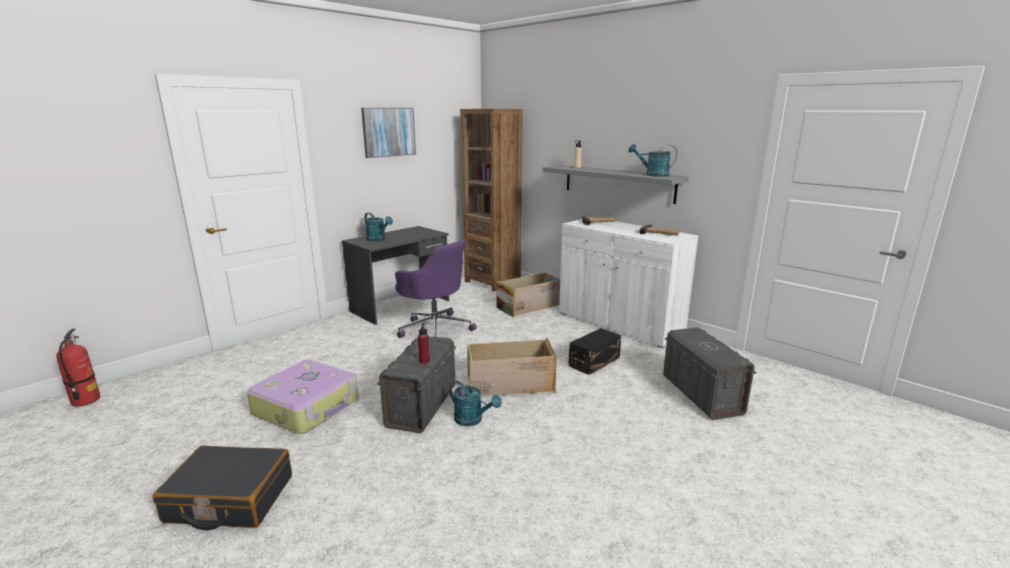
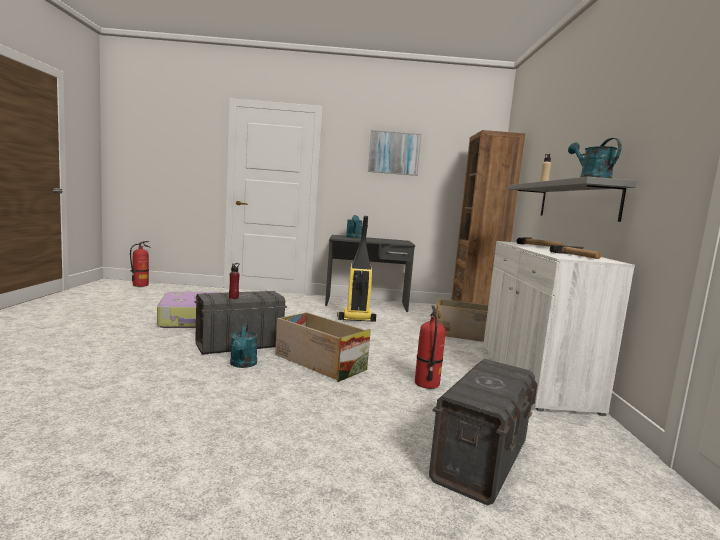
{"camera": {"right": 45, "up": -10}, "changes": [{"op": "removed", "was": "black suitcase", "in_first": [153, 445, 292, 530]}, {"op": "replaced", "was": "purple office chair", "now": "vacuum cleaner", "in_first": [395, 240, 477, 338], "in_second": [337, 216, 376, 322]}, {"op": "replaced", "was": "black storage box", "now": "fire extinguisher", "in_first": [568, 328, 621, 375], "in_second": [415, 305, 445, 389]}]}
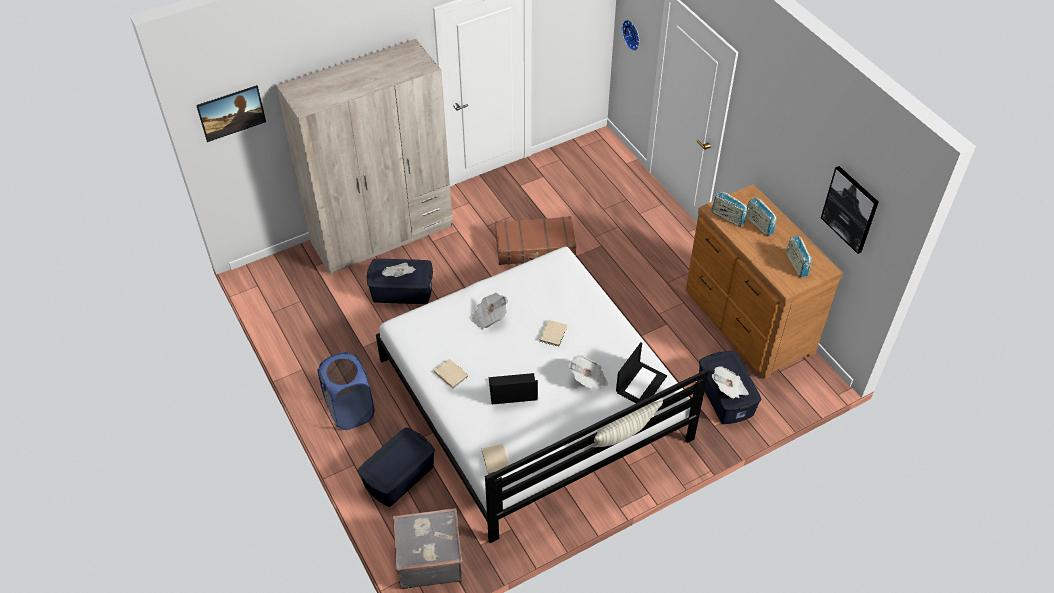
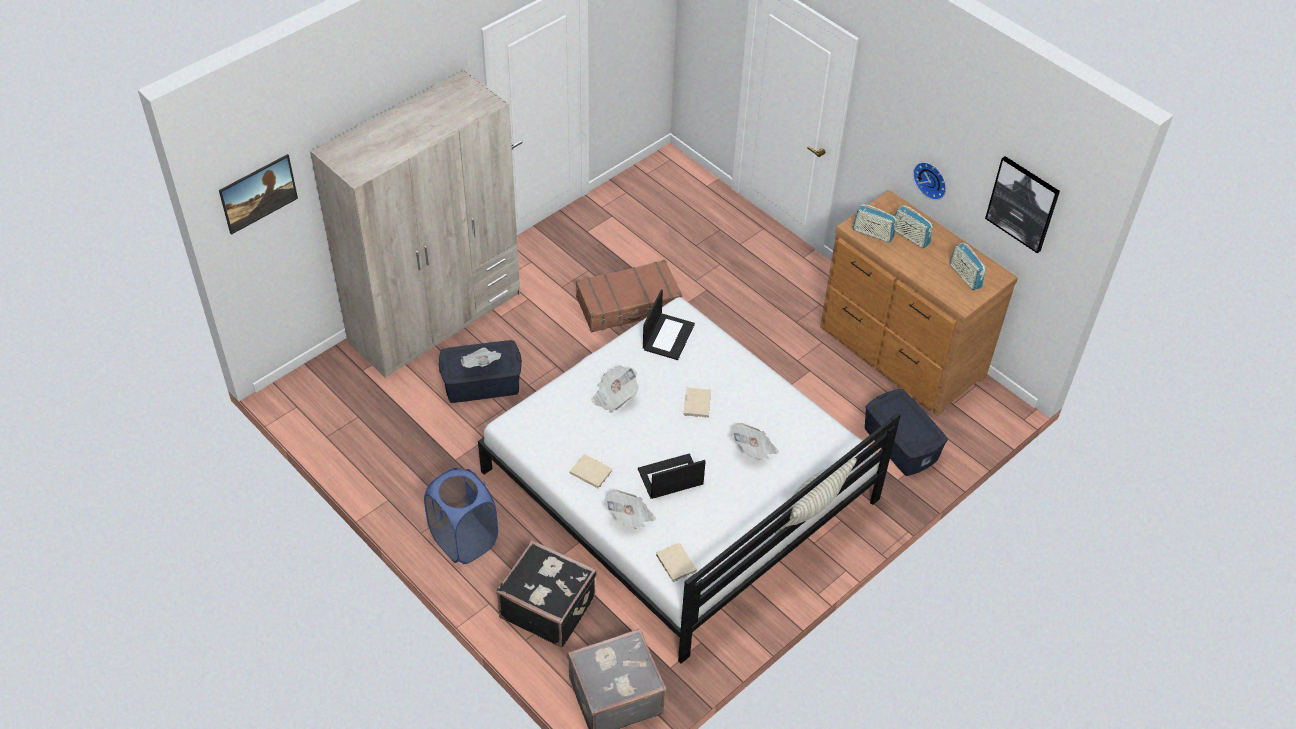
{"camera": {"right": -15, "up": 0}, "changes": [{"op": "replaced", "was": "blue storage box", "now": "black suitcase", "in_first": [358, 428, 435, 507], "in_second": [496, 540, 597, 647]}, {"op": "moved", "was": "laptop", "in_first": [616, 342, 667, 403], "in_second": [643, 290, 695, 360]}, {"op": "moved", "was": "wall clock", "in_first": [622, 20, 640, 51], "in_second": [913, 162, 946, 200]}, {"op": "moved", "was": "newspaper", "in_first": [712, 366, 749, 398], "in_second": [605, 489, 656, 529]}]}
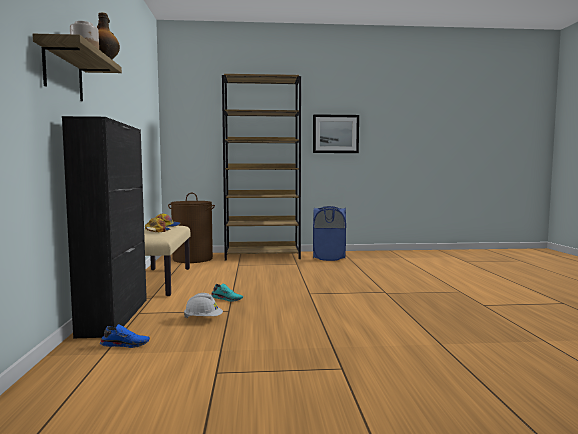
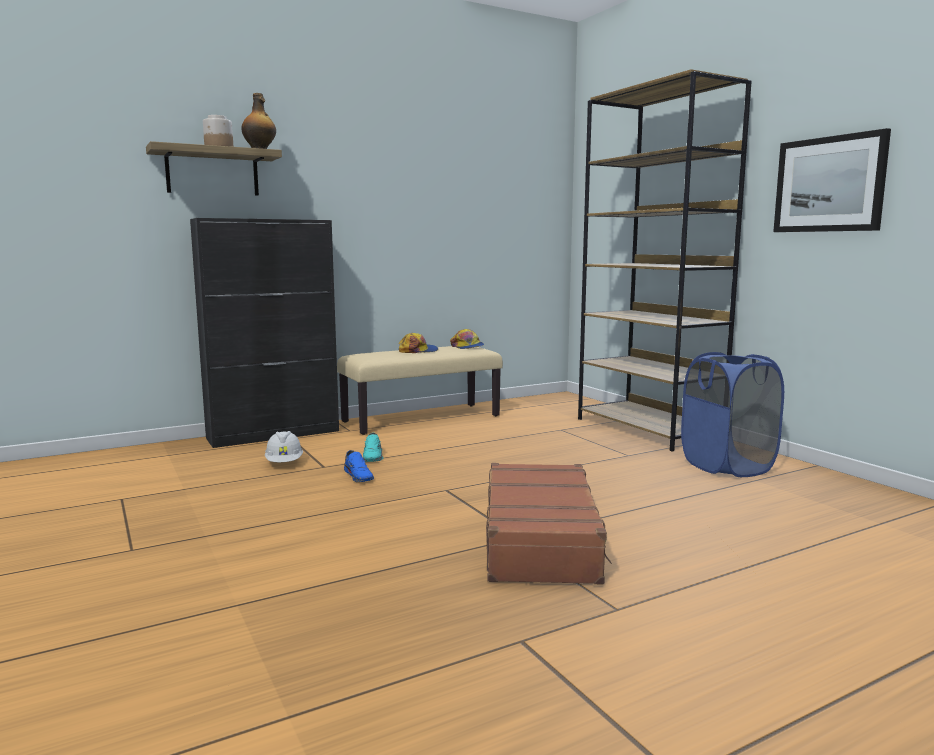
{"camera": {"right": 65, "up": 5}, "changes": [{"op": "moved", "was": "blue shoe", "in_first": [100, 324, 150, 348], "in_second": [344, 450, 374, 482]}, {"op": "removed", "was": "brown laundry basket", "in_first": [168, 193, 215, 263]}, {"op": "added", "now": "brown suitcase", "in_second": [486, 463, 612, 585]}]}
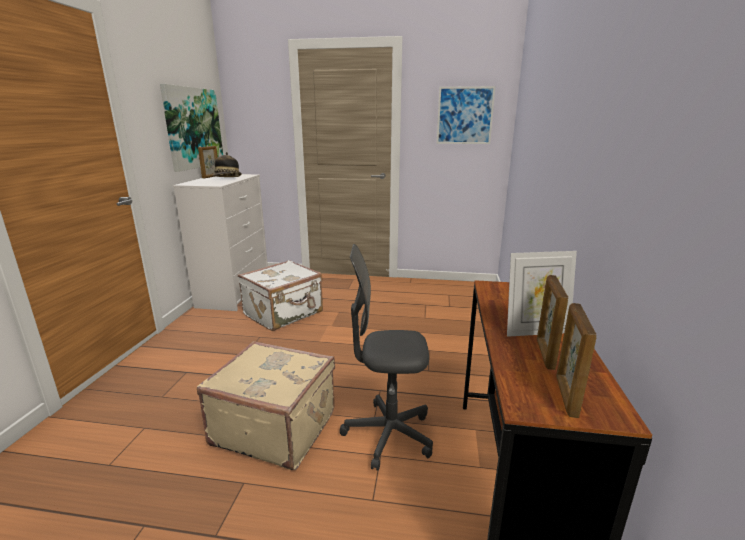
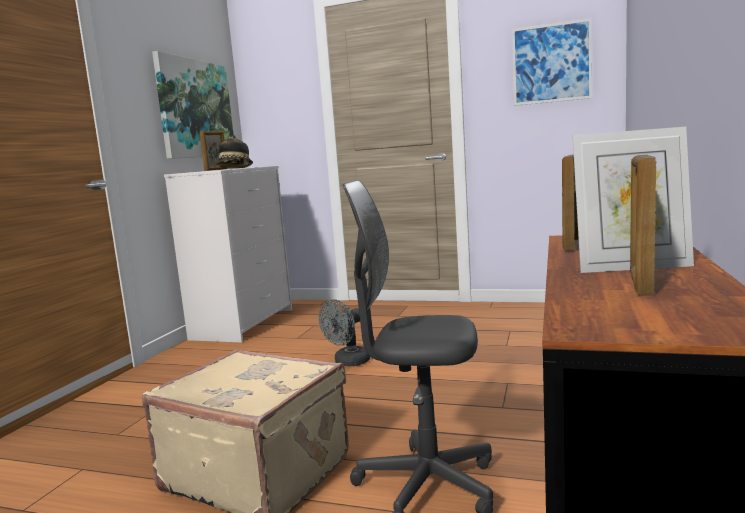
{"camera": {"right": 10, "up": -10}, "changes": [{"op": "removed", "was": "white suitcase", "in_first": [238, 260, 323, 331]}, {"op": "moved", "was": "picture frame", "in_first": [556, 303, 597, 418], "in_second": [562, 154, 579, 251]}, {"op": "added", "now": "grey fan", "in_second": [319, 299, 370, 366]}]}
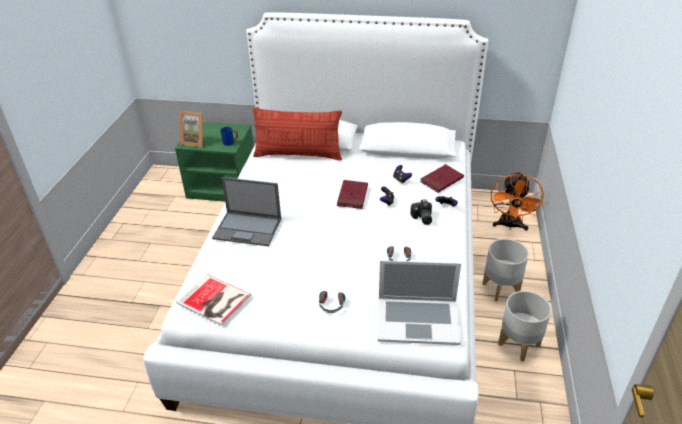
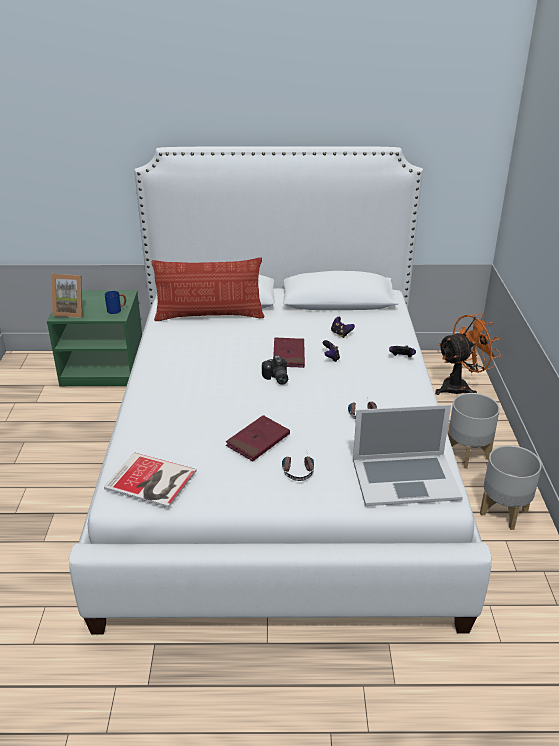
{"camera": {"right": -10, "up": -5}, "changes": [{"op": "removed", "was": "laptop", "in_first": [212, 177, 281, 246]}, {"op": "moved", "was": "photo camera", "in_first": [410, 199, 432, 225], "in_second": [262, 355, 288, 385]}, {"op": "moved", "was": "red book", "in_first": [420, 164, 464, 193], "in_second": [226, 415, 290, 461]}, {"op": "turned", "was": "orange fan", "in_first": [491, 171, 544, 231], "in_second": [435, 313, 501, 395], "clockwise": -120}]}
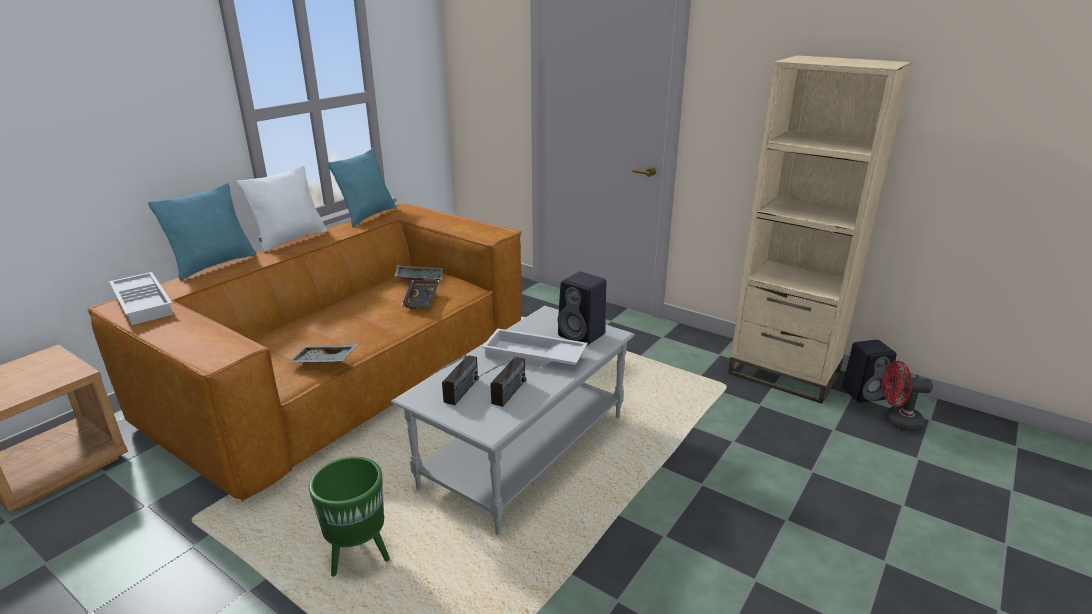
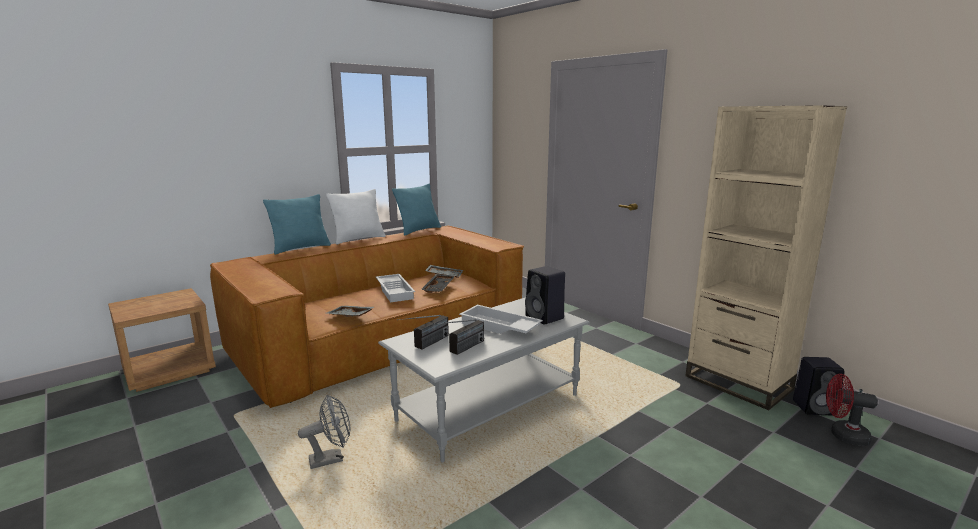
{"camera": {"right": 15, "up": -10}, "changes": [{"op": "moved", "was": "white tray", "in_first": [109, 272, 173, 325], "in_second": [376, 274, 415, 303]}, {"op": "replaced", "was": "green planter", "now": "grey fan", "in_first": [309, 457, 390, 577], "in_second": [298, 395, 350, 469]}]}
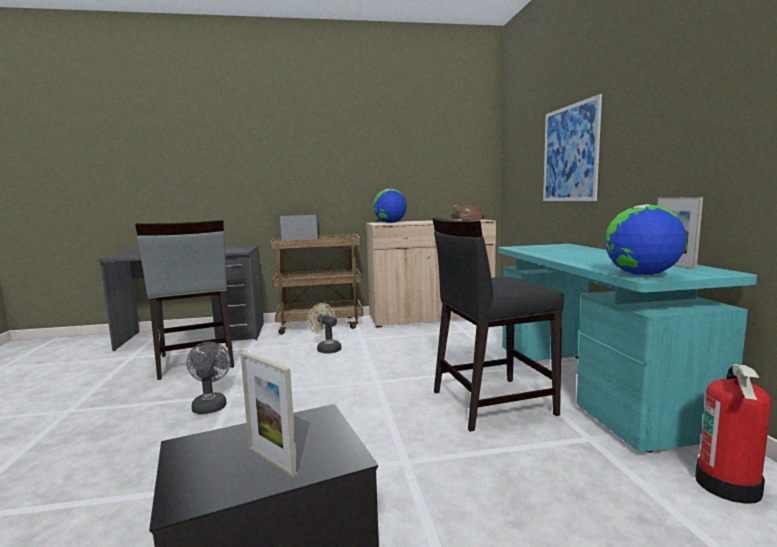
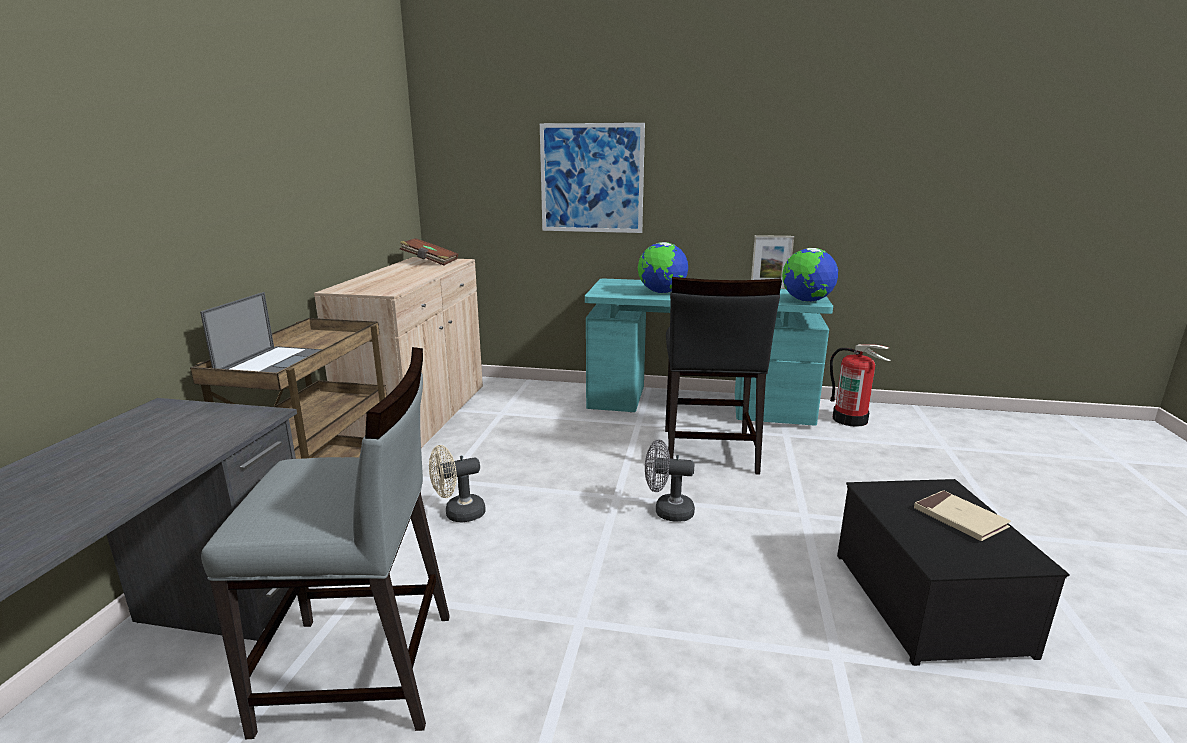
{"camera": {"right": -70, "up": 10}, "changes": [{"op": "moved", "was": "grey fan", "in_first": [187, 342, 231, 414], "in_second": [645, 439, 695, 522]}, {"op": "replaced", "was": "picture frame", "now": "beige book", "in_first": [240, 352, 297, 477], "in_second": [914, 490, 1011, 541]}, {"op": "moved", "was": "globe", "in_first": [373, 189, 407, 223], "in_second": [638, 242, 688, 293]}]}
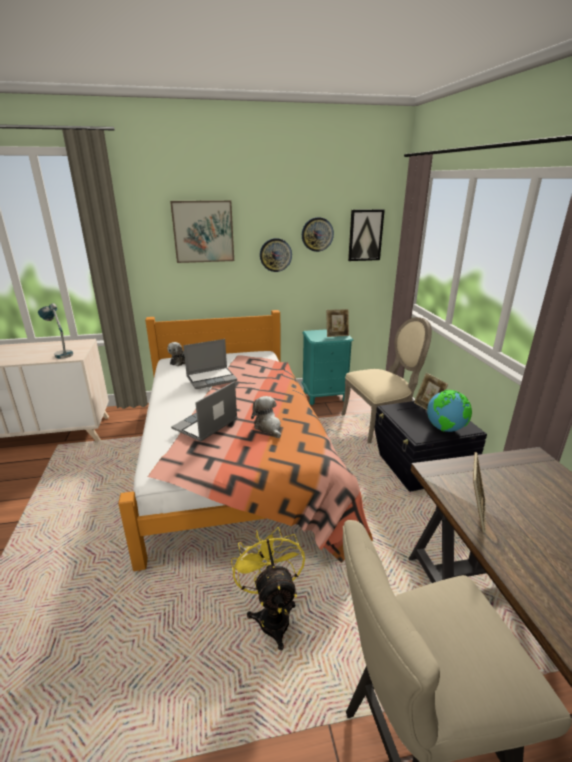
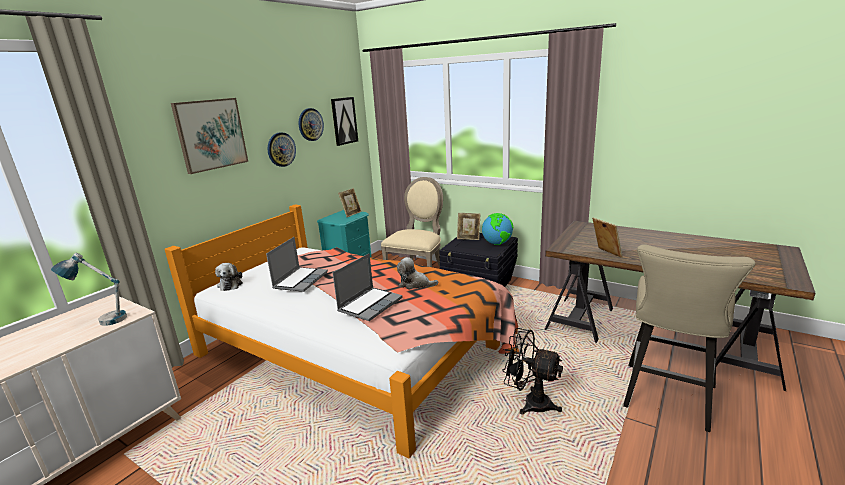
{"camera": {"right": -45, "up": -5}, "changes": [{"op": "turned", "was": "laptop", "in_first": [171, 381, 238, 441], "in_second": [332, 253, 402, 321], "clockwise": -135}, {"op": "recoloured", "was": "yellow fan", "now": "black fan", "in_first": [231, 527, 305, 651], "in_second": [502, 328, 563, 415]}]}
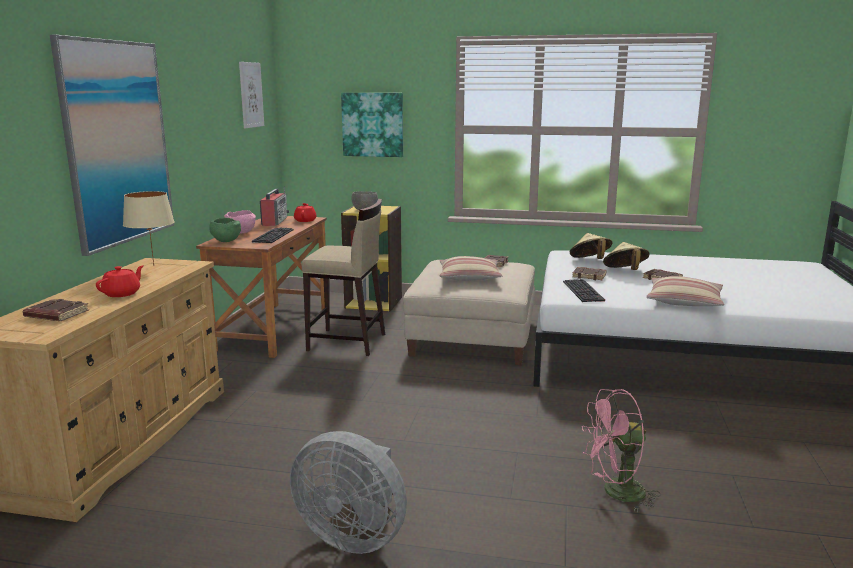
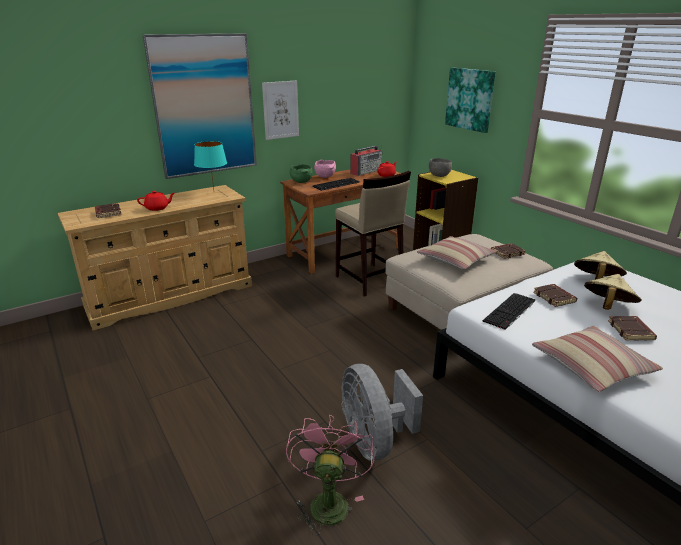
{"camera": {"right": 45, "up": 10}, "changes": [{"op": "recoloured", "was": "beige table lamp", "now": "turquoise table lamp", "in_first": [123, 191, 175, 265], "in_second": [194, 141, 227, 189]}, {"op": "moved", "was": "picture", "in_first": [239, 62, 264, 128], "in_second": [262, 81, 299, 140]}, {"op": "moved", "was": "grey fan", "in_first": [290, 431, 407, 554], "in_second": [342, 364, 423, 461]}, {"op": "turned", "was": "pink fan", "in_first": [582, 389, 660, 512], "in_second": [286, 415, 375, 536], "clockwise": 60}]}
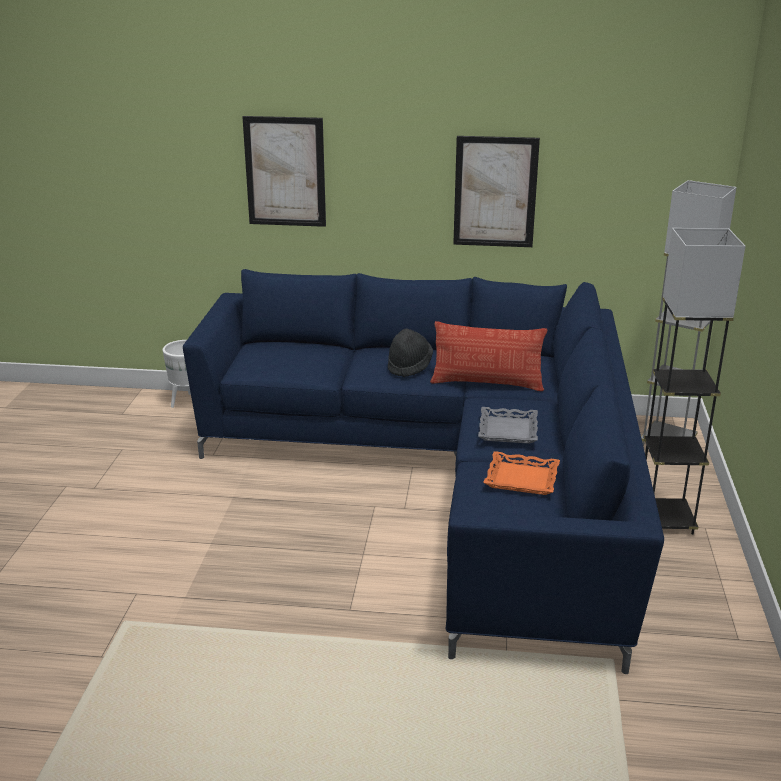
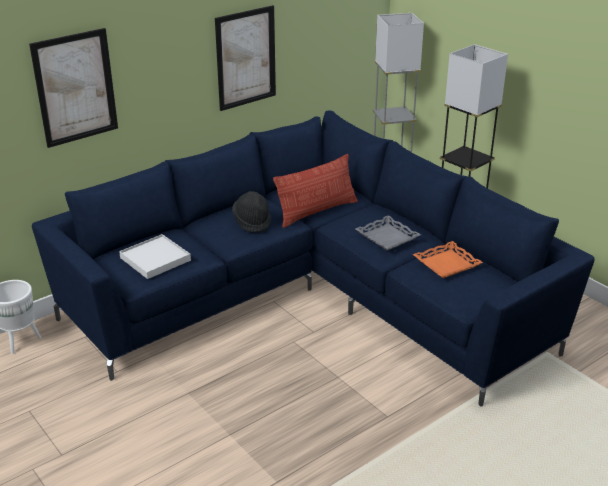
{"camera": {"right": -45, "up": 5}, "changes": [{"op": "added", "now": "white tray", "in_second": [119, 234, 191, 279]}]}
